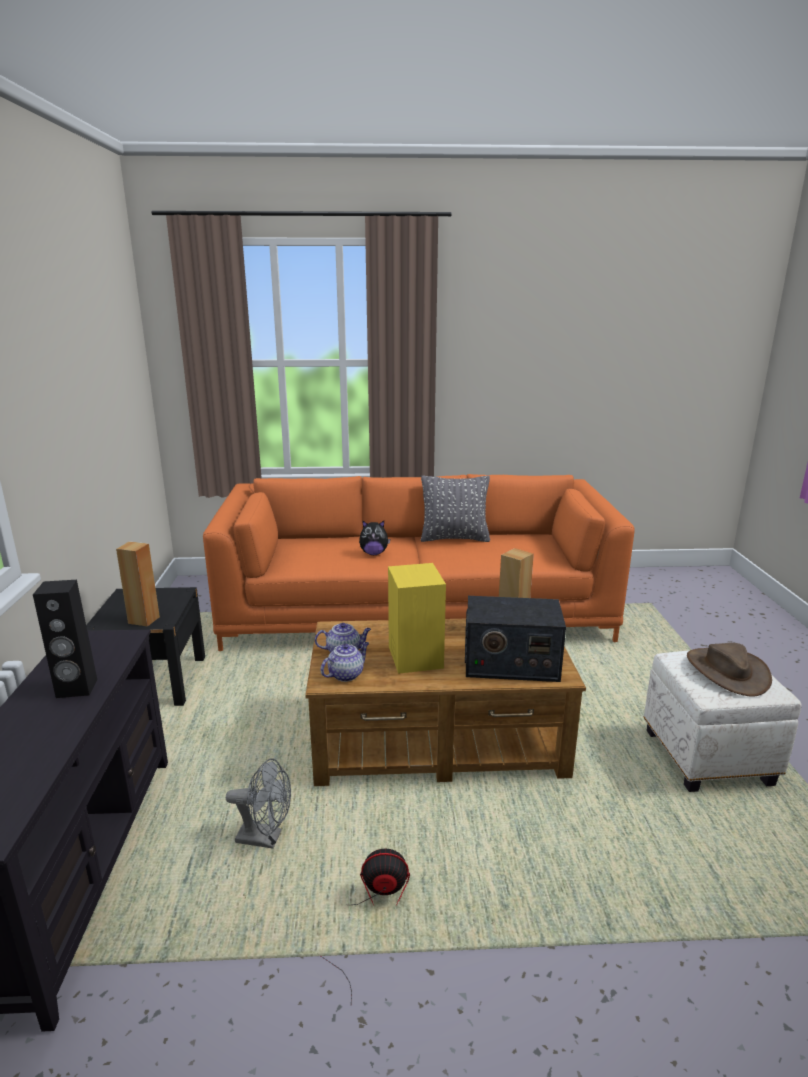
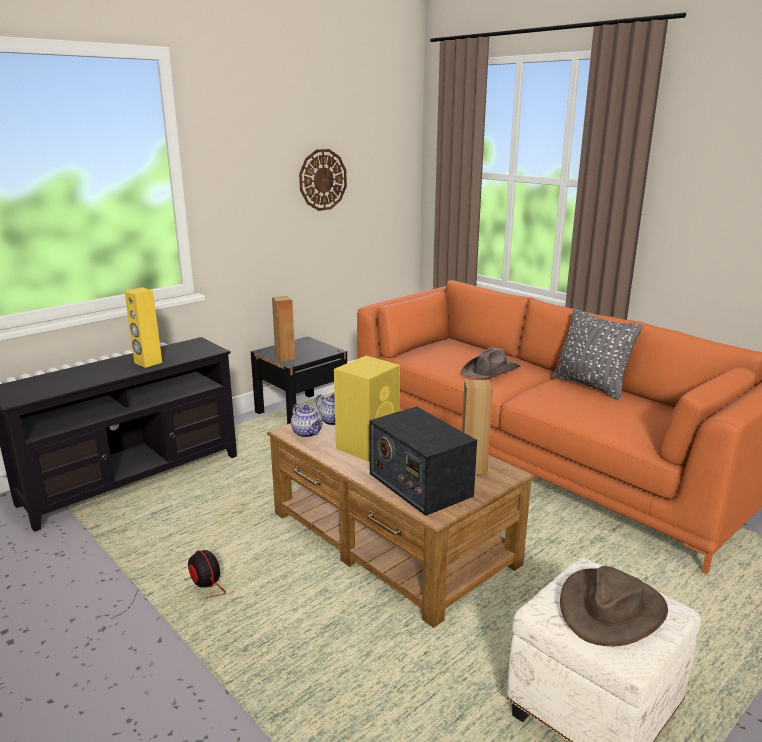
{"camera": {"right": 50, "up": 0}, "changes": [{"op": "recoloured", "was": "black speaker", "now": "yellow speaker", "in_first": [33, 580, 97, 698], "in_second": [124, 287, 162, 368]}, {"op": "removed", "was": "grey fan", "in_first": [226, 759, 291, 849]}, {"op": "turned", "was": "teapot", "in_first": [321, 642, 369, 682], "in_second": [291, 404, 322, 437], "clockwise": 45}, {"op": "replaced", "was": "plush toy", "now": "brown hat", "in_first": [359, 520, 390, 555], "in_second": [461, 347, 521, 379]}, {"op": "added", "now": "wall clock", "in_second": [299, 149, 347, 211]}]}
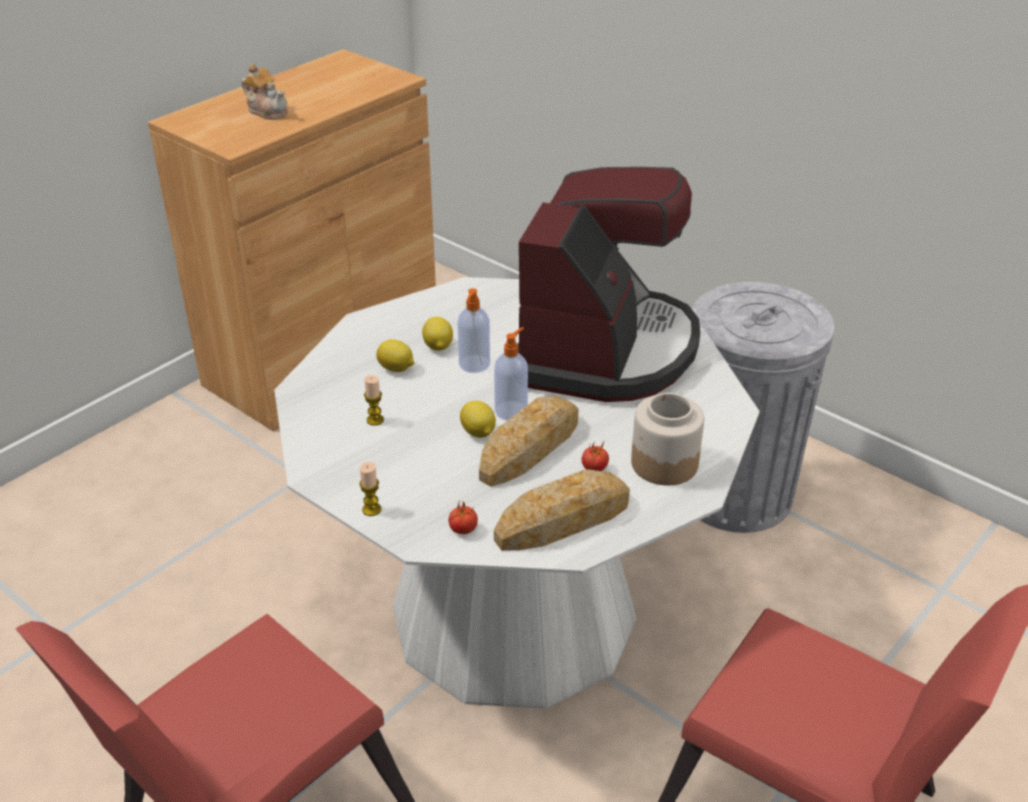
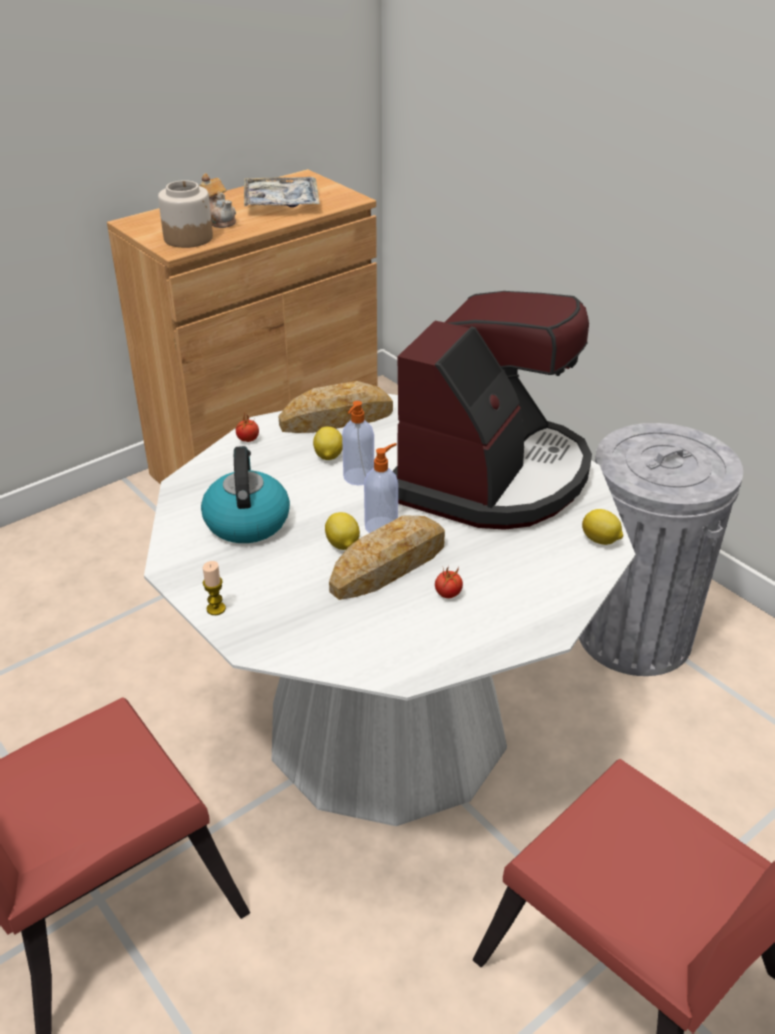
{"camera": {"right": 10, "up": 0}, "changes": [{"op": "replaced", "was": "candle", "now": "kettle", "in_first": [364, 375, 384, 426], "in_second": [201, 446, 290, 543]}, {"op": "moved", "was": "lemon", "in_first": [376, 339, 414, 372], "in_second": [582, 509, 623, 545]}, {"op": "moved", "was": "tomato", "in_first": [449, 500, 478, 534], "in_second": [235, 414, 259, 442]}, {"op": "moved", "was": "bread", "in_first": [494, 469, 630, 551], "in_second": [279, 381, 393, 433]}, {"op": "moved", "was": "jar", "in_first": [631, 393, 704, 486], "in_second": [158, 180, 213, 248]}, {"op": "added", "now": "tray", "in_second": [244, 177, 320, 207]}]}
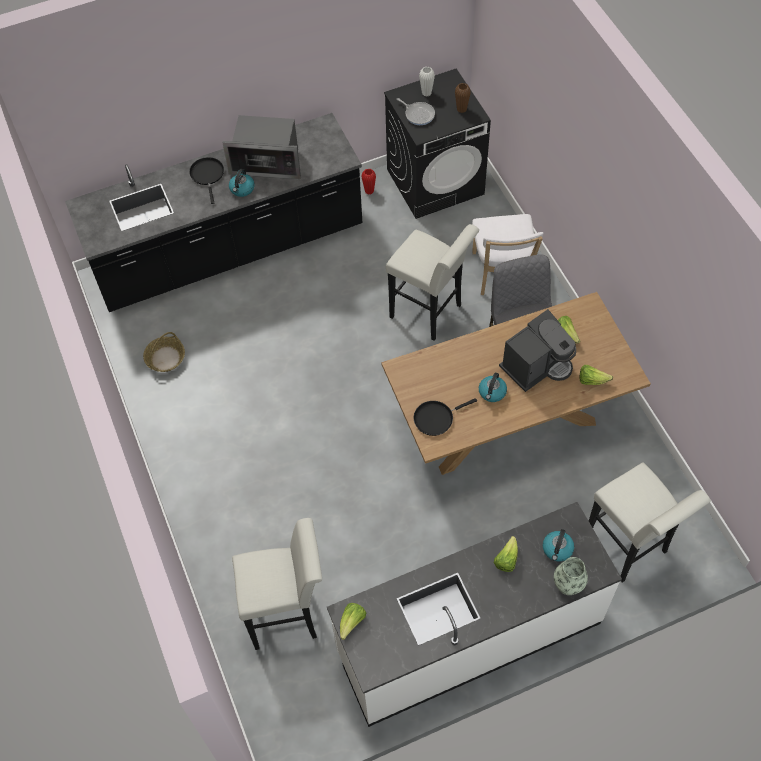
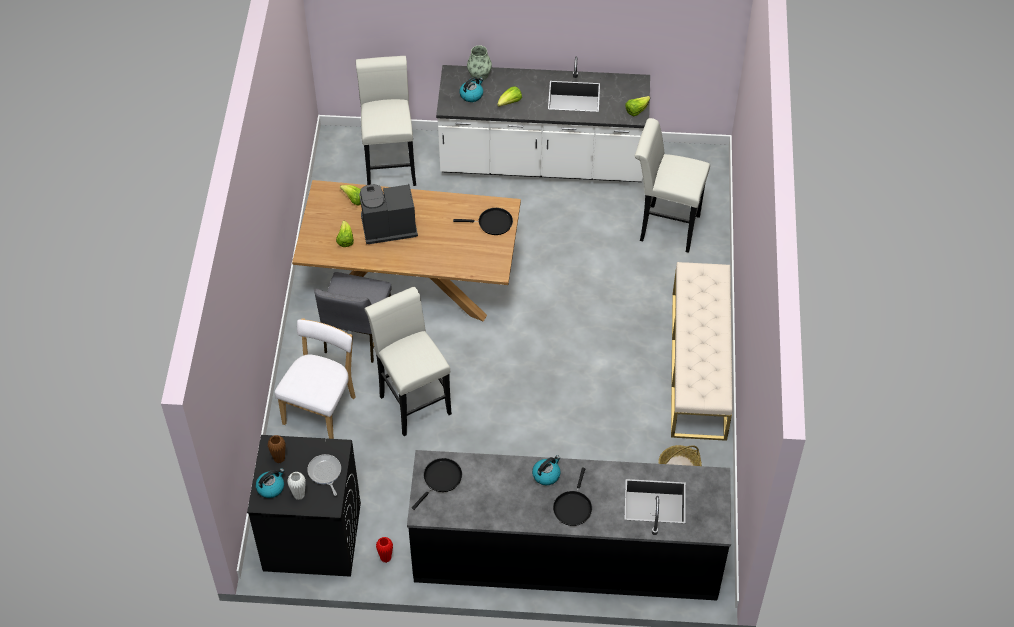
{"camera": {"right": -155, "up": -5}, "changes": [{"op": "removed", "was": "microwave", "in_first": [222, 115, 301, 180]}, {"op": "moved", "was": "kettle", "in_first": [479, 373, 507, 402], "in_second": [256, 468, 284, 498]}, {"op": "added", "now": "black frying pan", "in_second": [412, 458, 462, 510]}, {"op": "added", "now": "beige bench", "in_second": [671, 262, 733, 441]}]}
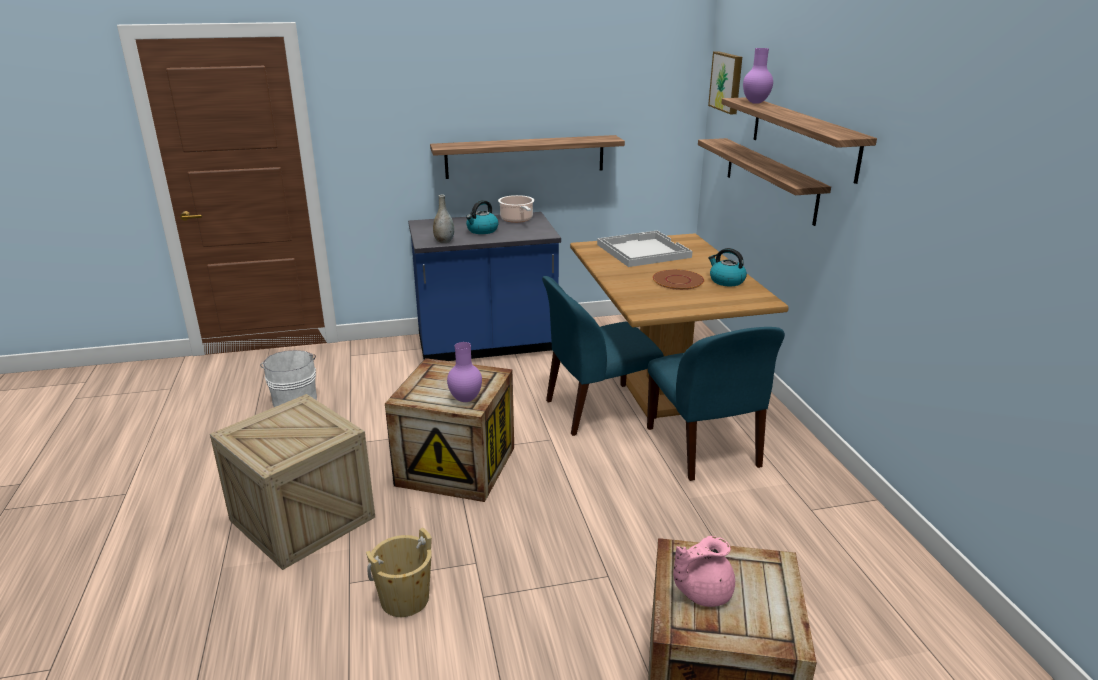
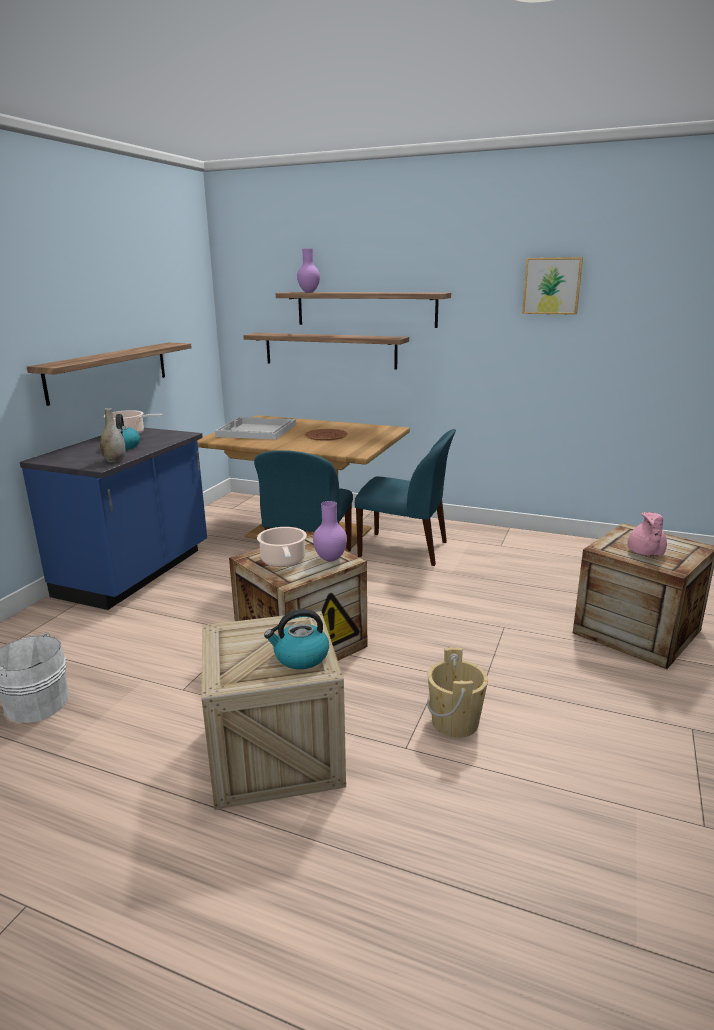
{"camera": {"right": -55, "up": -5}, "changes": [{"op": "moved", "was": "picture", "in_first": [708, 51, 742, 114], "in_second": [522, 257, 583, 315]}, {"op": "moved", "was": "kettle", "in_first": [708, 248, 747, 286], "in_second": [264, 609, 329, 669]}, {"op": "added", "now": "cooking pot", "in_second": [257, 527, 307, 567]}]}
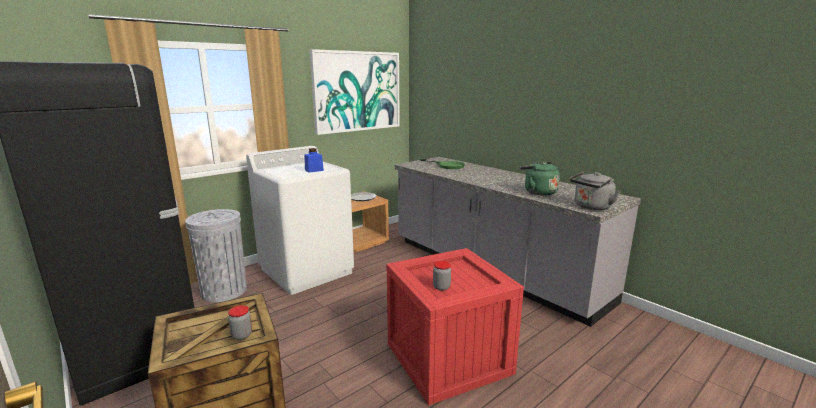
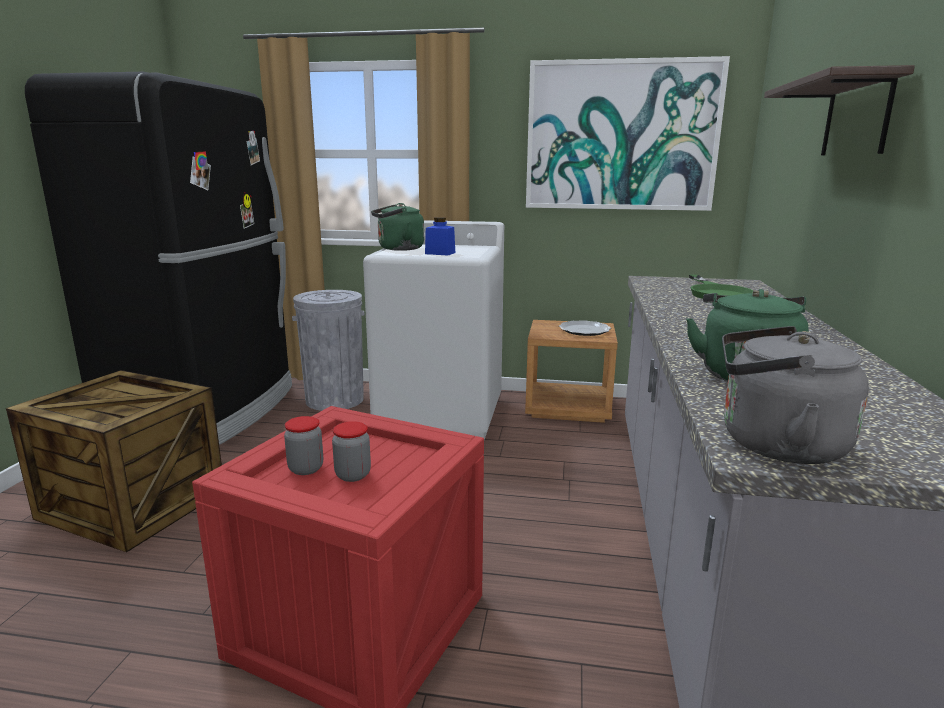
{"camera": {"right": 50, "up": 0}, "changes": [{"op": "moved", "was": "jar", "in_first": [228, 305, 252, 340], "in_second": [332, 421, 371, 482]}, {"op": "added", "now": "green kettle", "in_second": [371, 203, 424, 251]}, {"op": "added", "now": "shelf", "in_second": [764, 65, 915, 155]}]}
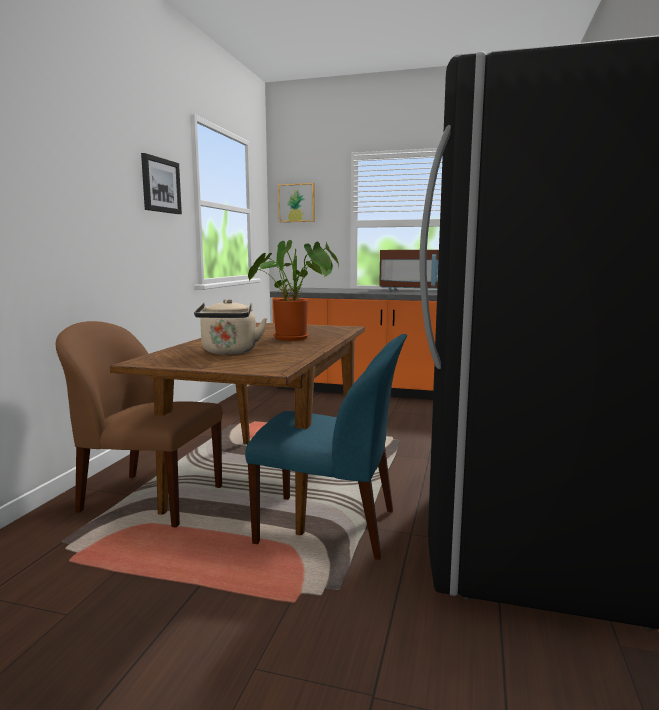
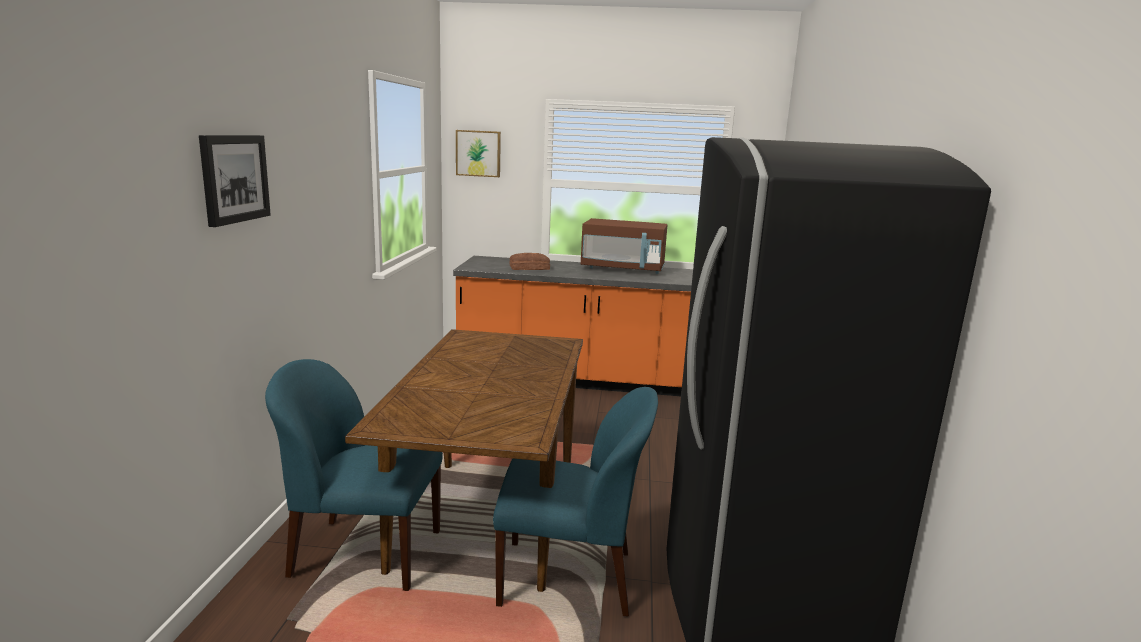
{"camera": {"right": -10, "up": 5}, "changes": [{"op": "recoloured", "was": "brown chair", "now": "blue chair", "in_first": [56, 321, 223, 528], "in_second": [265, 359, 443, 591]}, {"op": "moved", "was": "picture", "in_first": [141, 153, 182, 214], "in_second": [199, 135, 271, 227]}, {"op": "removed", "was": "beige kettle", "in_first": [194, 299, 267, 355]}, {"op": "removed", "was": "potted plant", "in_first": [248, 240, 339, 341]}, {"op": "added", "now": "bread", "in_second": [509, 253, 550, 270]}]}
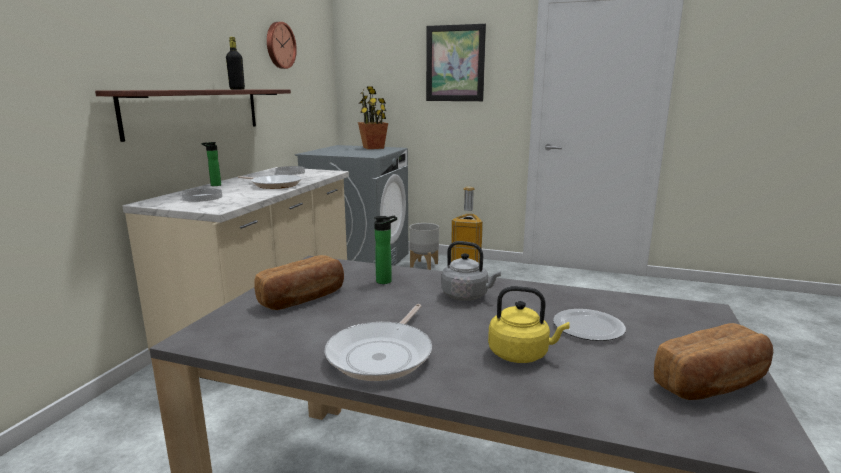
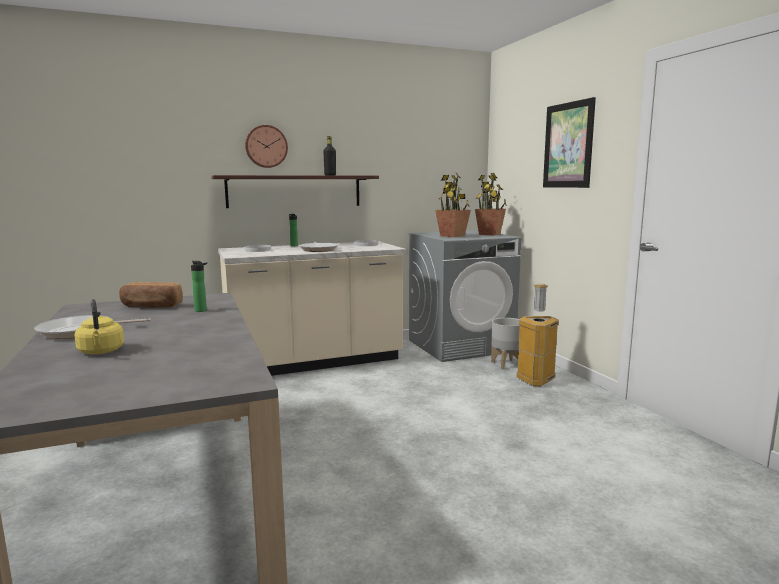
{"camera": {"right": 50, "up": -5}, "changes": [{"op": "moved", "was": "wall clock", "in_first": [267, 22, 297, 69], "in_second": [245, 125, 288, 168]}, {"op": "removed", "was": "grey kettle", "in_first": [441, 241, 501, 301]}, {"op": "removed", "was": "plate", "in_first": [553, 309, 626, 341]}, {"op": "removed", "was": "bread", "in_first": [654, 323, 773, 400]}, {"op": "added", "now": "potted plant", "in_second": [435, 173, 471, 237]}]}
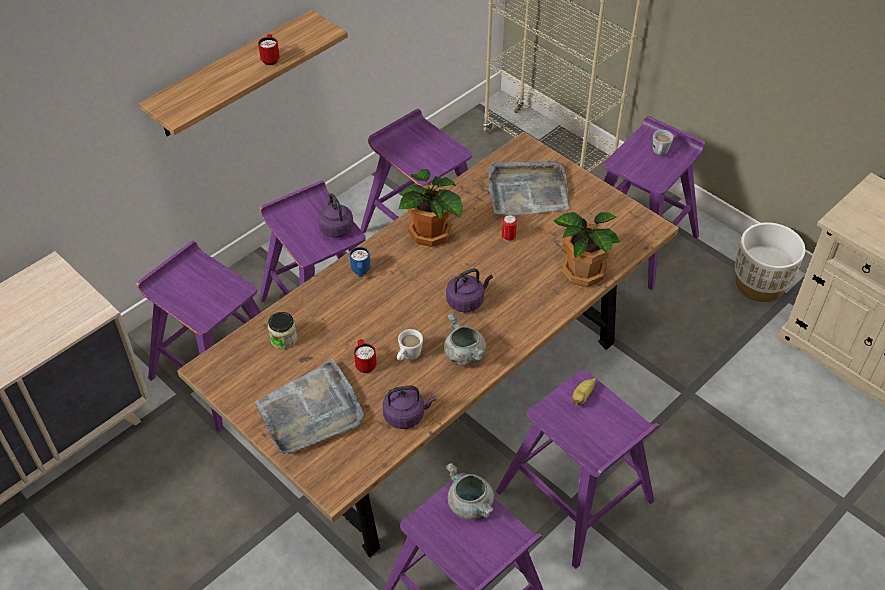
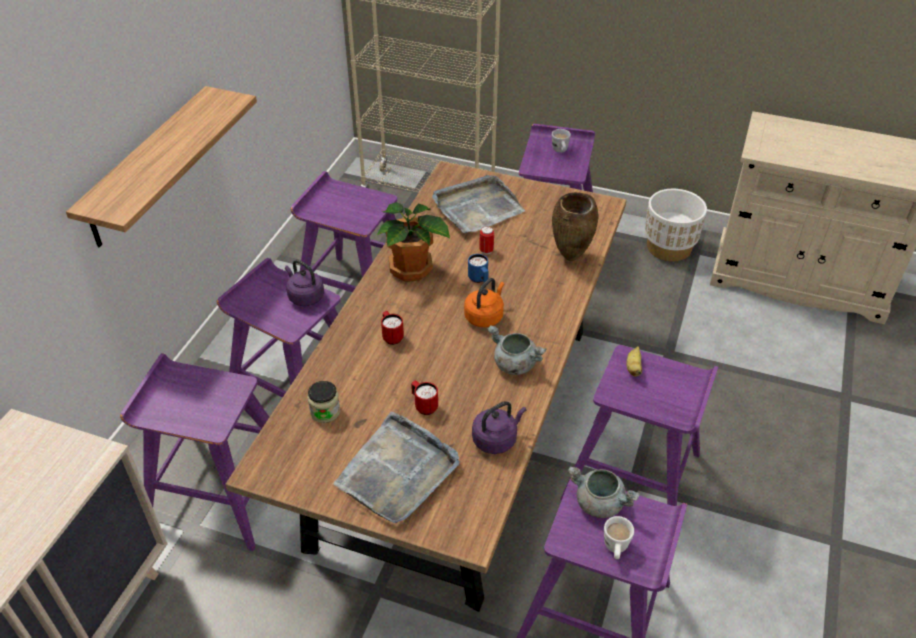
{"camera": {"right": -25, "up": -5}, "changes": [{"op": "moved", "was": "red mug", "in_first": [258, 34, 280, 65], "in_second": [381, 311, 404, 345]}, {"op": "moved", "was": "blue mug", "in_first": [350, 247, 370, 277], "in_second": [468, 254, 489, 283]}, {"op": "moved", "was": "white mug", "in_first": [397, 329, 423, 361], "in_second": [604, 516, 634, 559]}, {"op": "recoloured", "was": "purple kettle", "now": "orange kettle", "in_first": [446, 268, 493, 312], "in_second": [464, 278, 504, 327]}, {"op": "replaced", "was": "potted plant", "now": "brown vase", "in_first": [553, 212, 620, 287], "in_second": [552, 192, 598, 261]}]}
